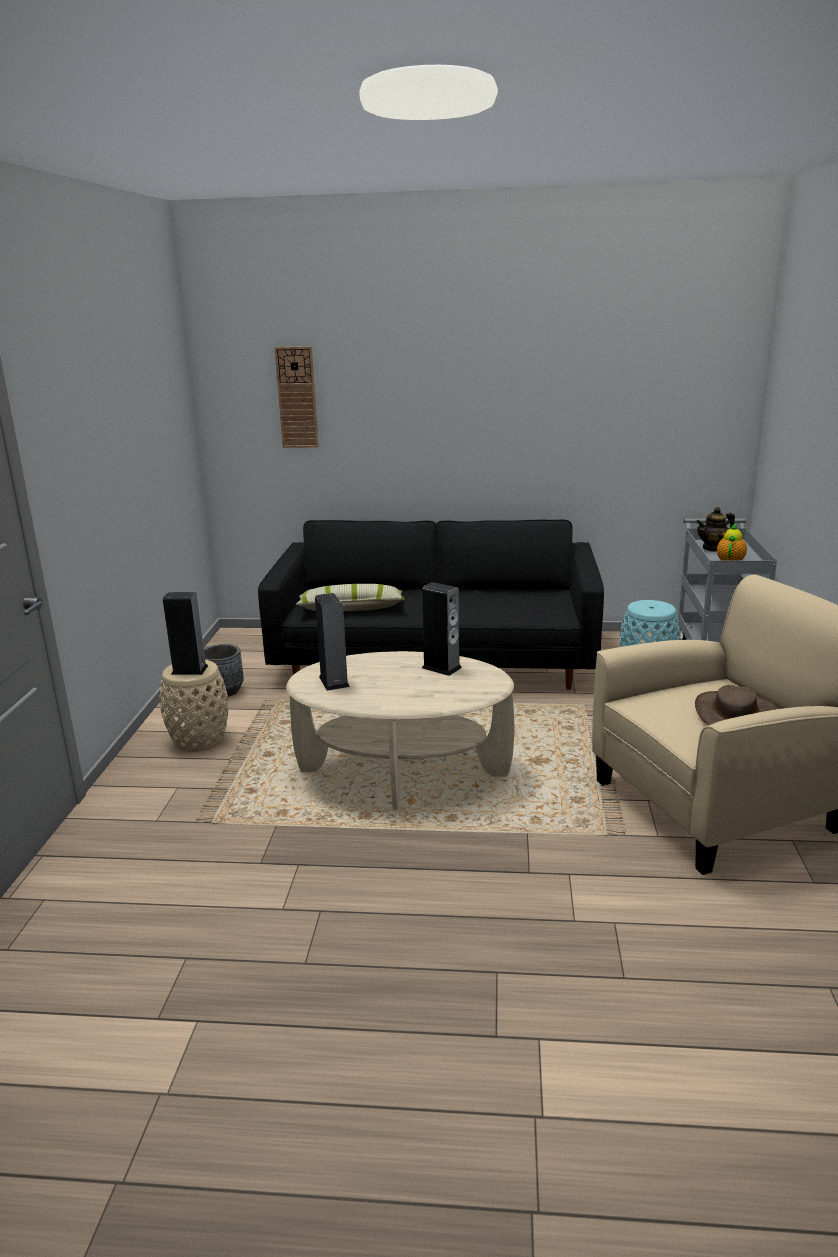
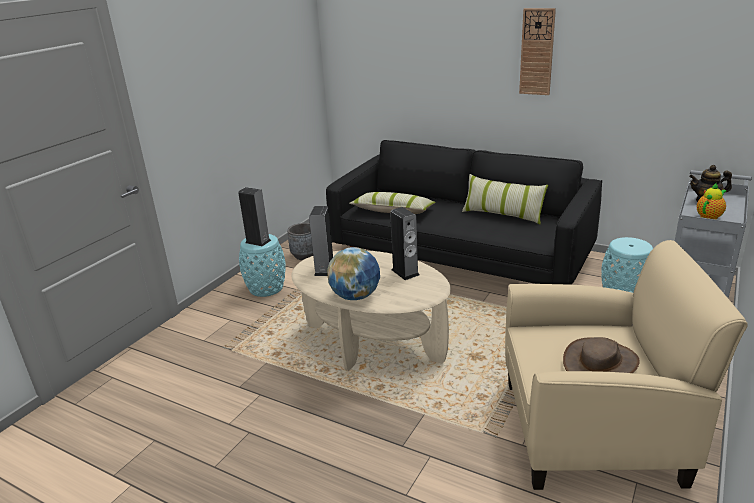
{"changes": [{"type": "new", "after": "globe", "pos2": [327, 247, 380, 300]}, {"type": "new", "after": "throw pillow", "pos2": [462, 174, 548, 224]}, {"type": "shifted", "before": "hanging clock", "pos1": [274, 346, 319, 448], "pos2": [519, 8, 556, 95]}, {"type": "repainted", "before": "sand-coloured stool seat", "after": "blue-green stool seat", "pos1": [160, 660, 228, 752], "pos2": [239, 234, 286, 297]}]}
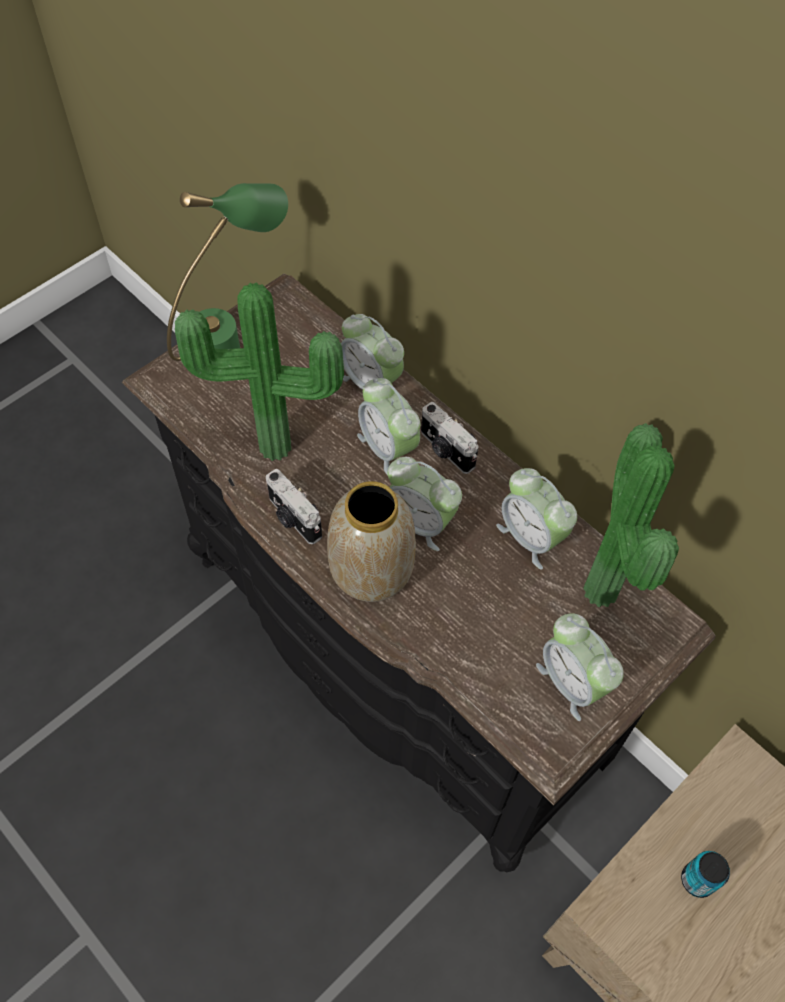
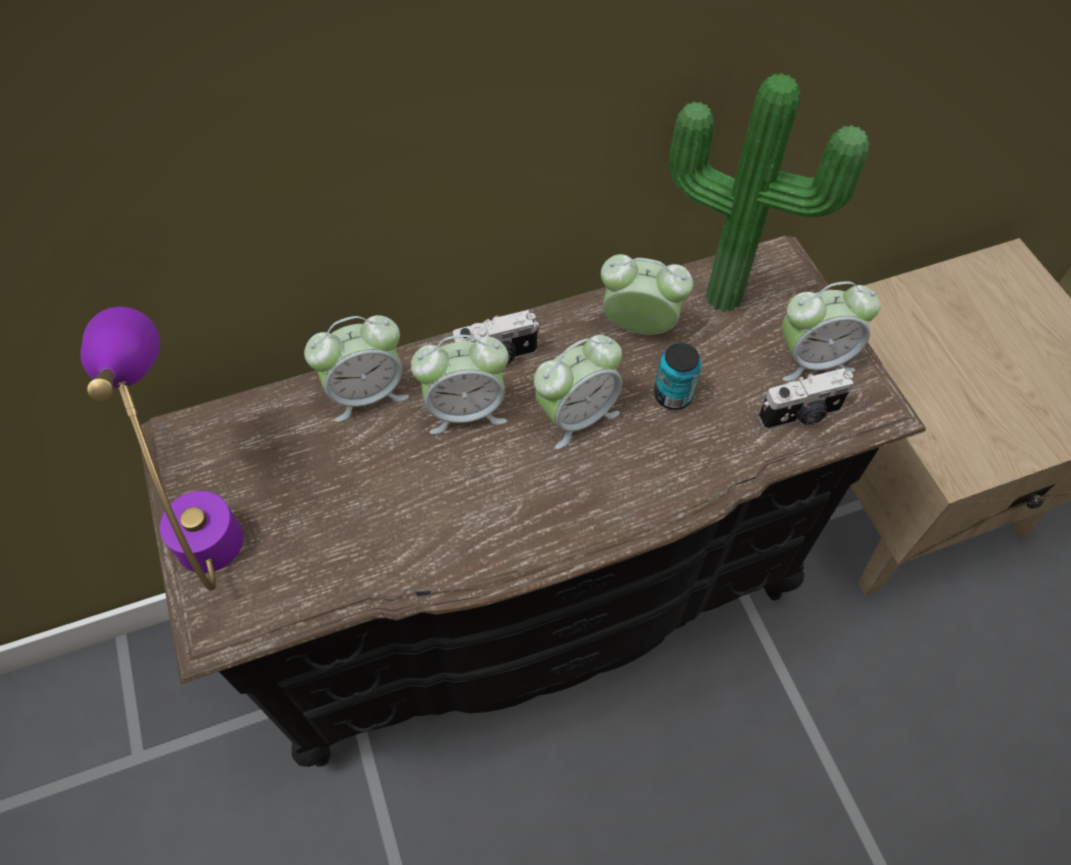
{"changes": [{"type": "gone", "before": "plant in a pot", "pos1": [175, 283, 344, 461]}, {"type": "gone", "before": "decorative vase", "pos1": [327, 481, 416, 602]}, {"type": "shifted", "before": "still camera", "pos1": [266, 469, 322, 544], "pos2": [758, 368, 853, 430]}, {"type": "shifted", "before": "sealed can", "pos1": [681, 851, 730, 898], "pos2": [654, 343, 701, 410]}, {"type": "repainted", "before": "greenish lamp for a table", "after": "purplish lamp for a table", "pos1": [167, 183, 288, 361], "pos2": [81, 307, 243, 591]}, {"type": "rotated", "before": "bedside clock", "pos1": [496, 468, 577, 570], "pos2": [601, 254, 693, 334], "turn": -150}]}
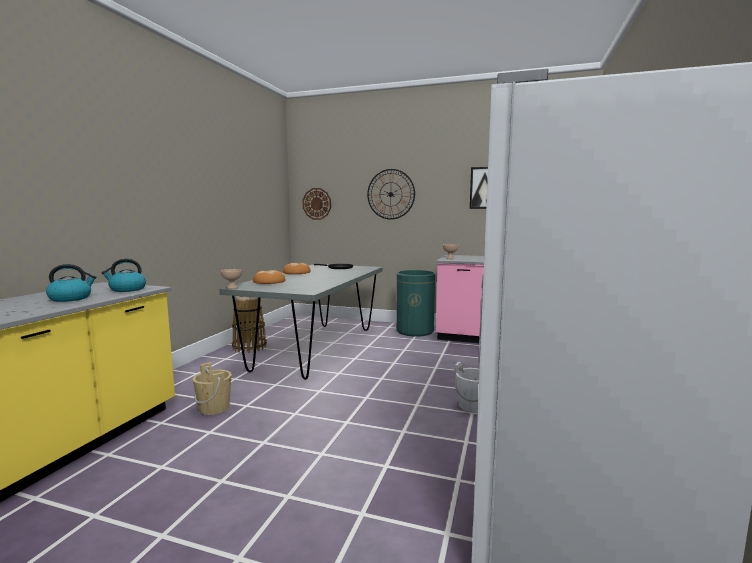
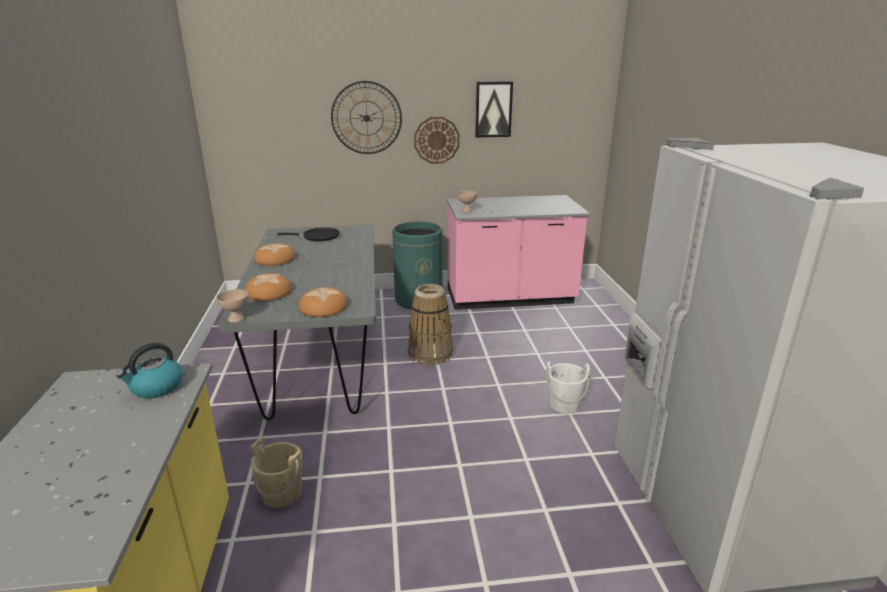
{"changes": [{"type": "gone", "before": "water kettle", "pos1": [46, 264, 96, 302]}, {"type": "new", "after": "baked bread", "pos2": [298, 287, 348, 317]}, {"type": "shifted", "before": "basket", "pos1": [232, 296, 267, 353], "pos2": [408, 284, 453, 366]}, {"type": "shifted", "before": "hanging clock", "pos1": [303, 188, 331, 220], "pos2": [414, 117, 460, 164]}]}
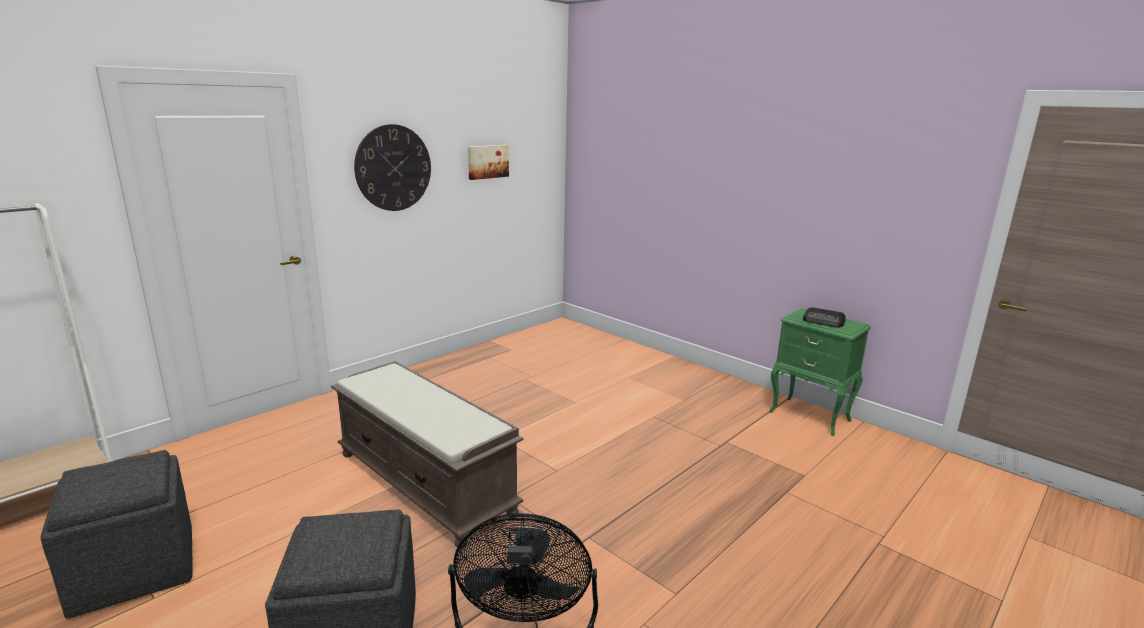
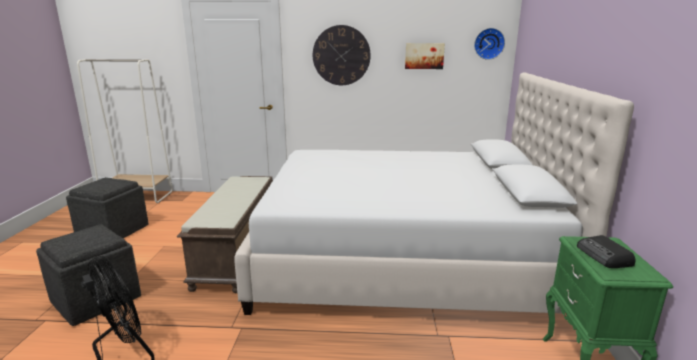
{"changes": [{"type": "new", "after": "white sleeping bed", "pos2": [234, 72, 634, 315]}, {"type": "new", "after": "hanging clock", "pos2": [474, 28, 505, 60]}]}
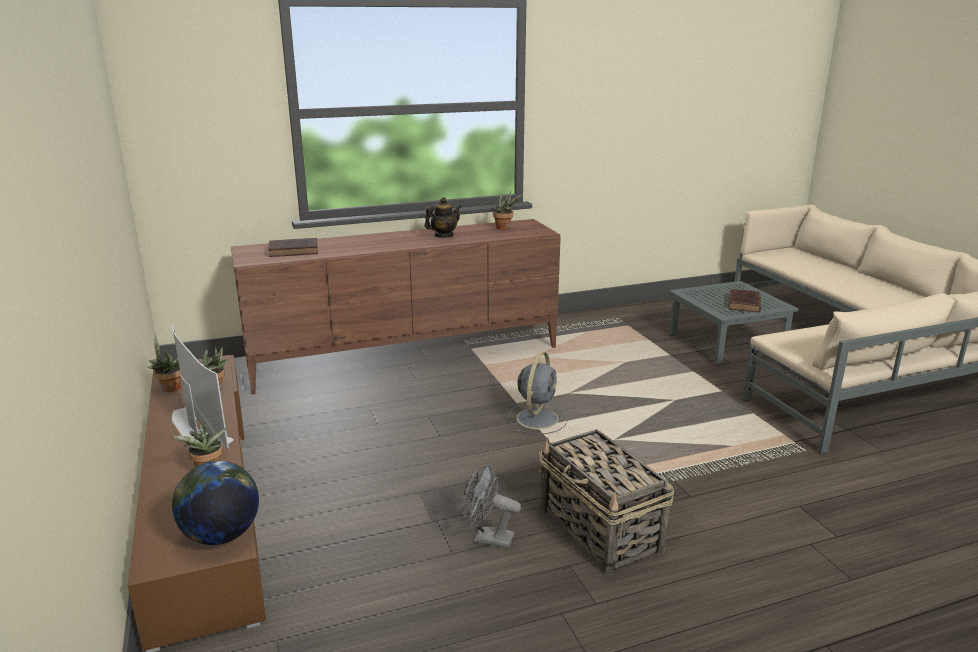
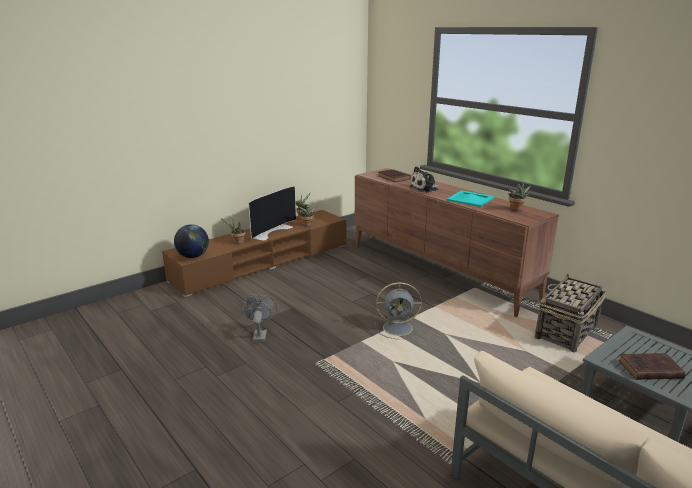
{"changes": [{"type": "new", "after": "plush toy", "pos2": [410, 166, 440, 192]}, {"type": "shifted", "before": "basket", "pos1": [538, 429, 674, 575], "pos2": [535, 273, 606, 352]}, {"type": "swapped", "before": "teapot", "after": "blue-green tray", "pos1": [425, 197, 461, 238], "pos2": [447, 190, 494, 207]}]}
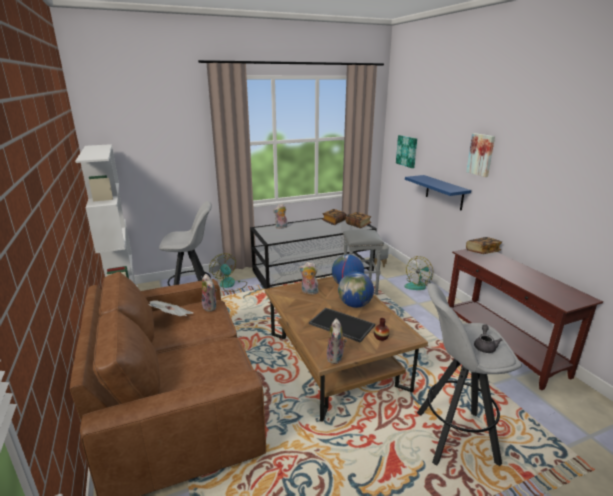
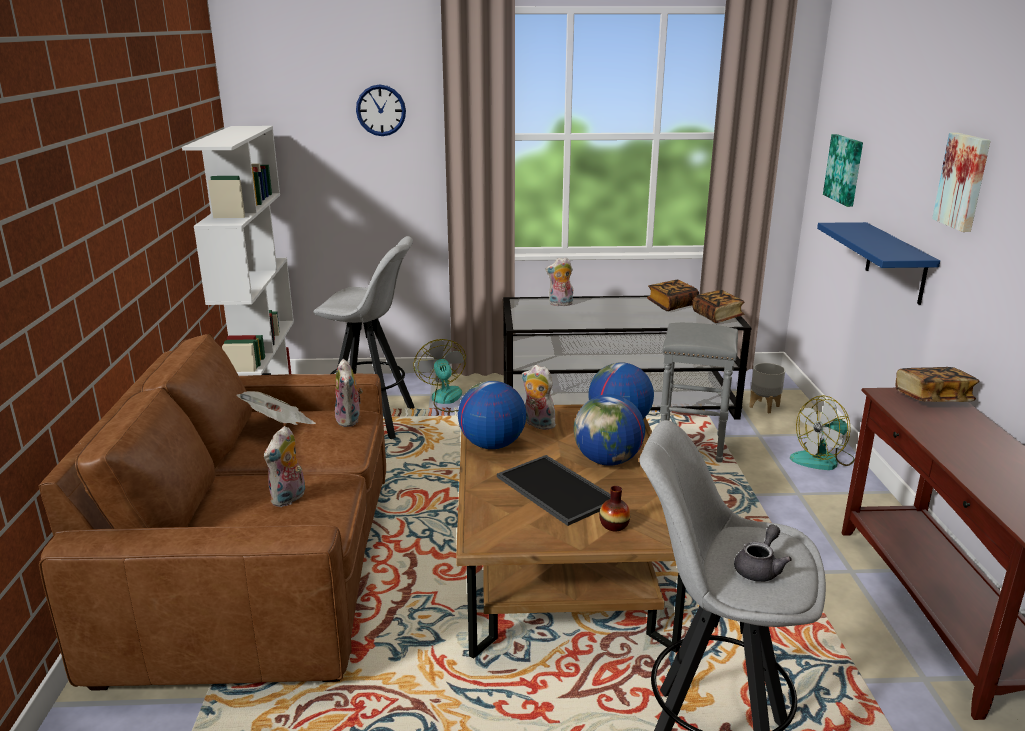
{"changes": [{"type": "new", "after": "hanging clock", "pos2": [356, 84, 406, 136]}, {"type": "new", "after": "globe", "pos2": [458, 381, 526, 449]}, {"type": "shifted", "before": "plush toy", "pos1": [326, 318, 347, 364], "pos2": [264, 426, 305, 507]}]}
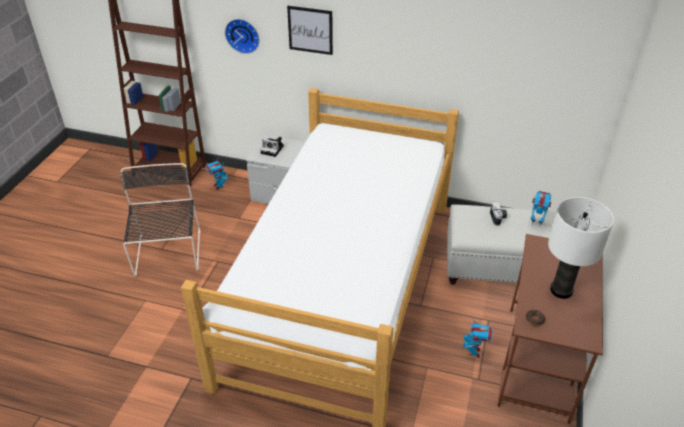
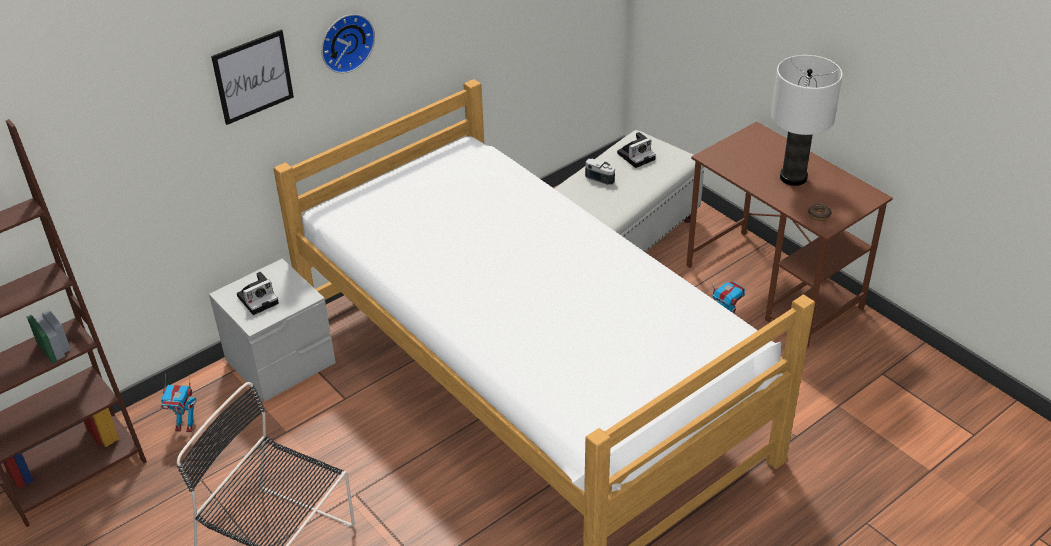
{"changes": [{"type": "shifted", "before": "hanging clock", "pos1": [225, 19, 260, 54], "pos2": [321, 14, 375, 73]}, {"type": "swapped", "before": "model robot", "after": "still camera", "pos1": [531, 191, 551, 228], "pos2": [617, 132, 656, 168]}]}
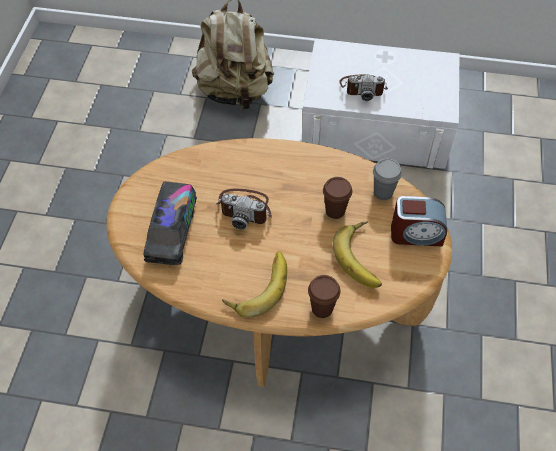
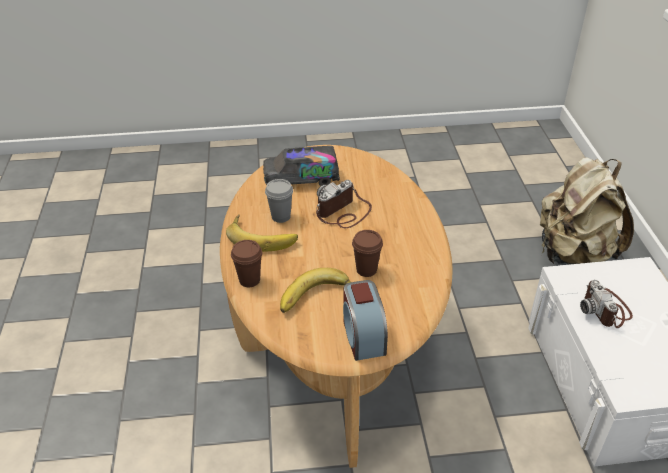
{"changes": [{"type": "shifted", "before": "grey small cup", "pos1": [373, 158, 402, 200], "pos2": [265, 179, 293, 223]}, {"type": "rotated", "before": "still camera", "pos1": [216, 189, 272, 229], "pos2": [316, 180, 372, 228], "turn": 45}]}
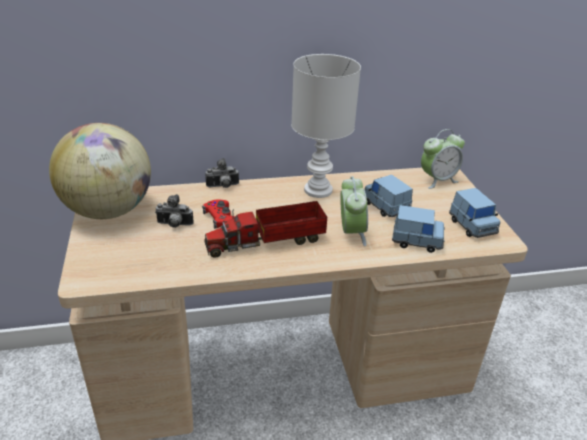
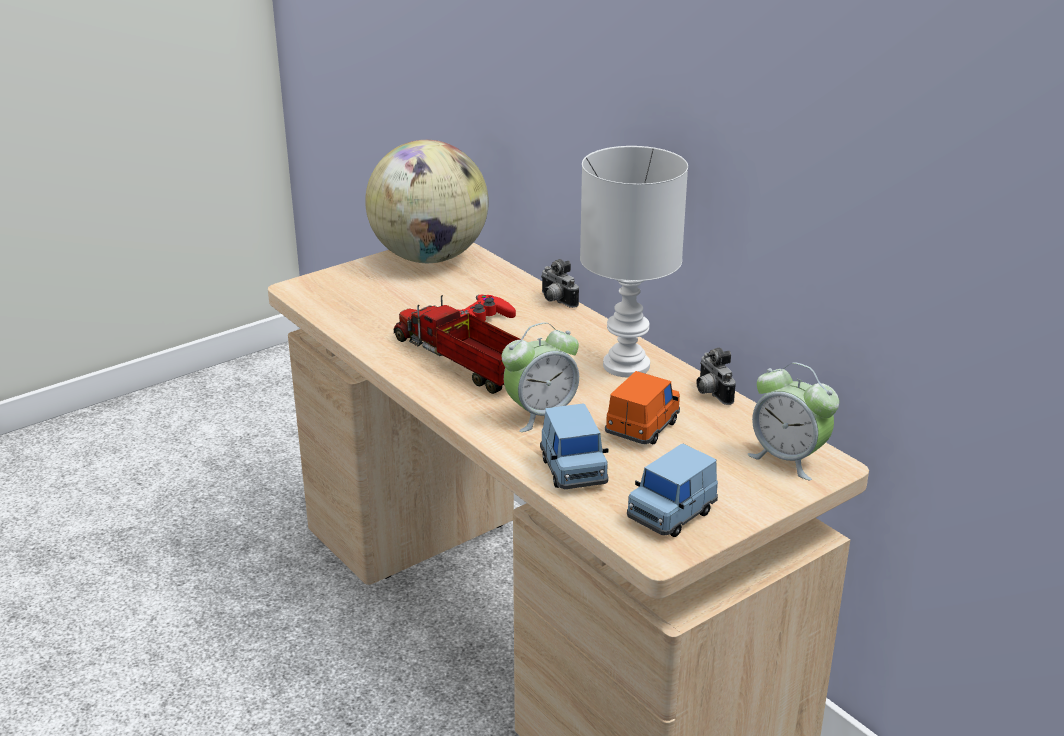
{"changes": [{"type": "shifted", "before": "still camera", "pos1": [155, 194, 194, 228], "pos2": [696, 348, 736, 405]}, {"type": "repainted", "before": "bluish miniature car", "after": "orange-coloured miniature car", "pos1": [365, 174, 413, 217], "pos2": [605, 371, 680, 444]}]}
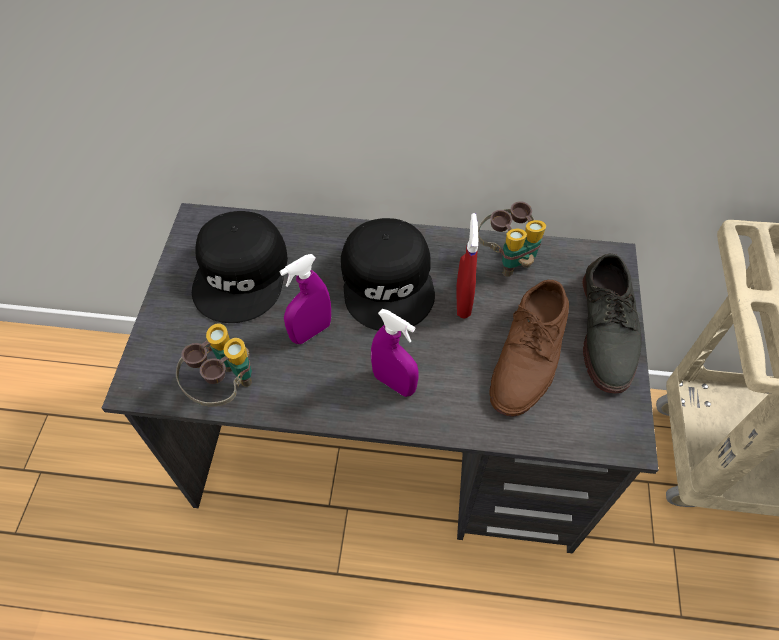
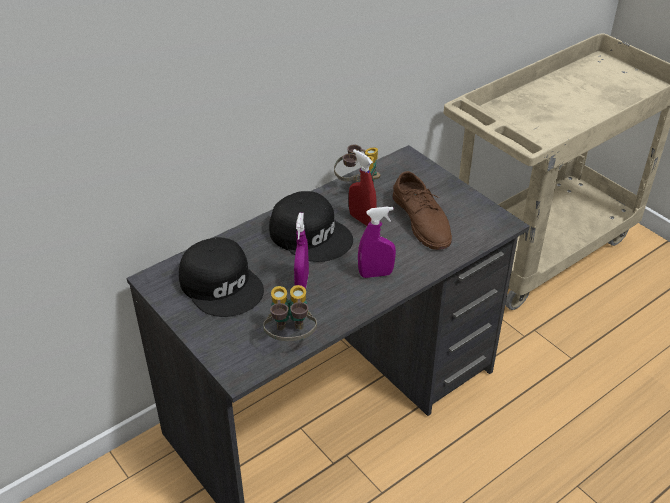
{"changes": [{"type": "gone", "before": "grey low shoe", "pos1": [582, 254, 642, 393]}]}
